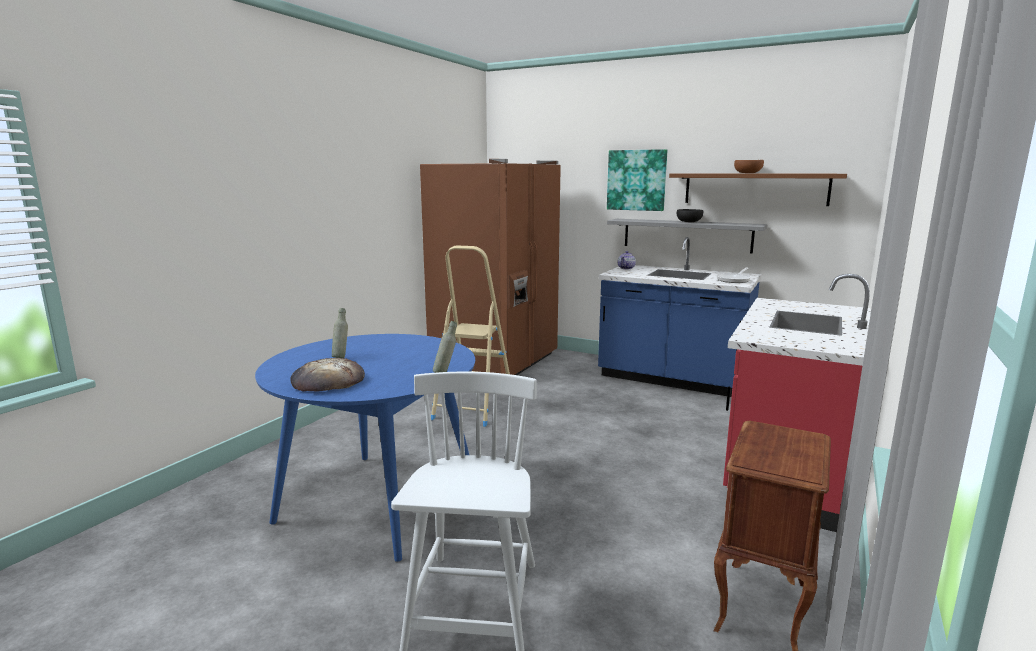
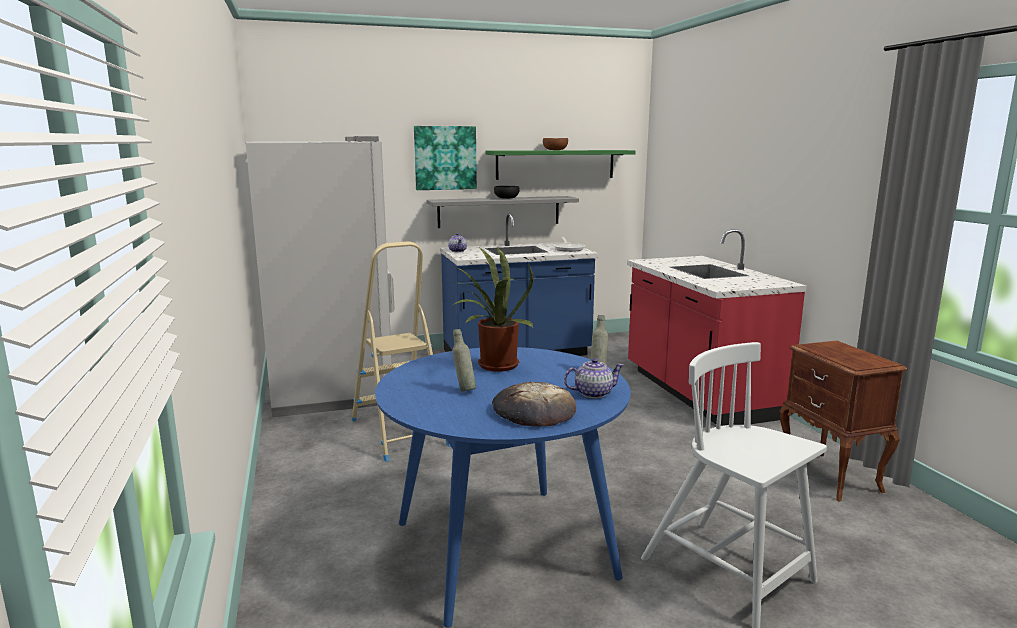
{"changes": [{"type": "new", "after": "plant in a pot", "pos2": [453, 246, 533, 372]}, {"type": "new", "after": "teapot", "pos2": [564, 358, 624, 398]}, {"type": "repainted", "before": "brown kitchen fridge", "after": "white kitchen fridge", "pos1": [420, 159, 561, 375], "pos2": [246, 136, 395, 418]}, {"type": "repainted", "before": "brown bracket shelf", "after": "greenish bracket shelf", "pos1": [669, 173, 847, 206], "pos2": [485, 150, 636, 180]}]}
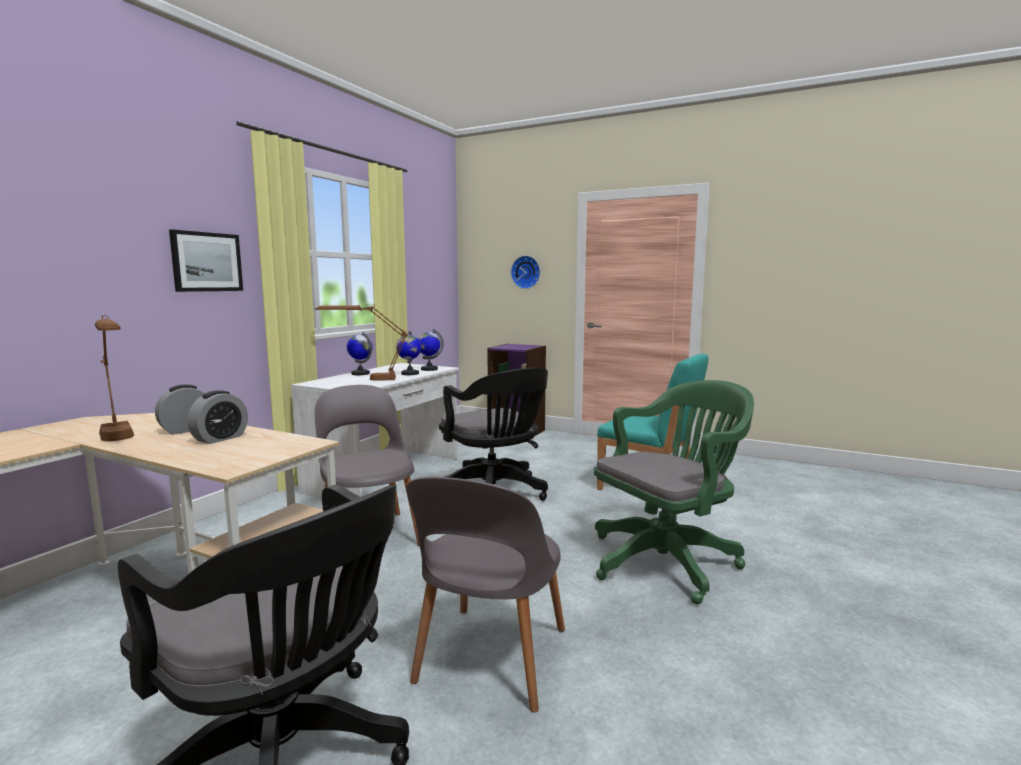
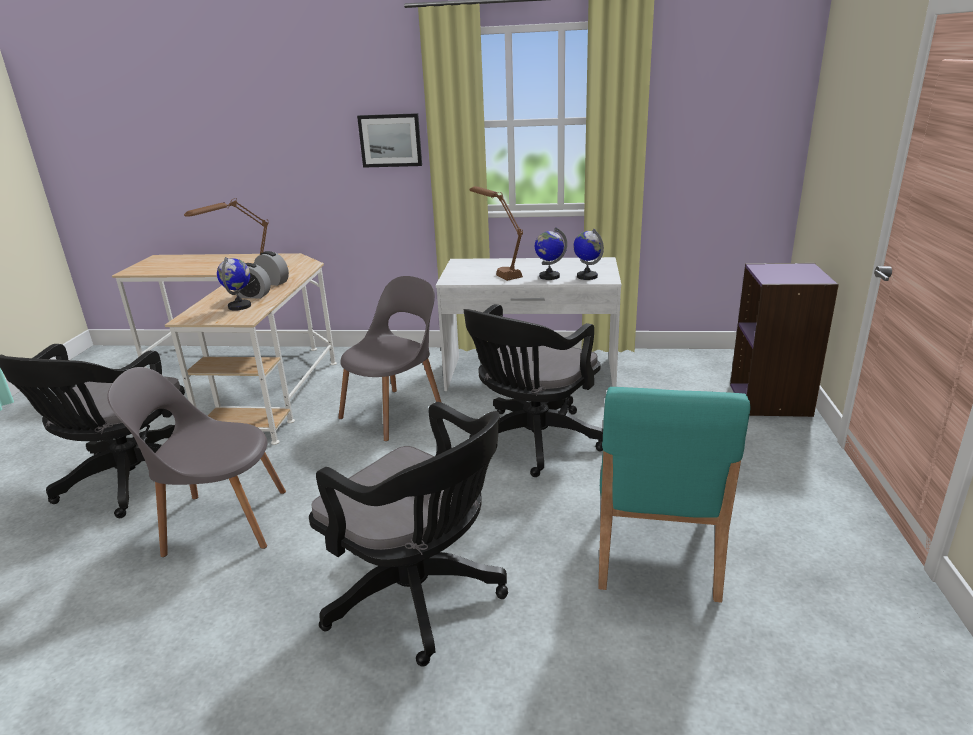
{"changes": [{"type": "gone", "before": "hanging clock", "pos1": [511, 256, 540, 289]}, {"type": "shifted", "before": "globe", "pos1": [347, 332, 373, 375], "pos2": [217, 257, 251, 311]}, {"type": "repainted", "before": "greenish office chair", "after": "black office chair", "pos1": [594, 380, 754, 604], "pos2": [309, 402, 508, 667]}]}
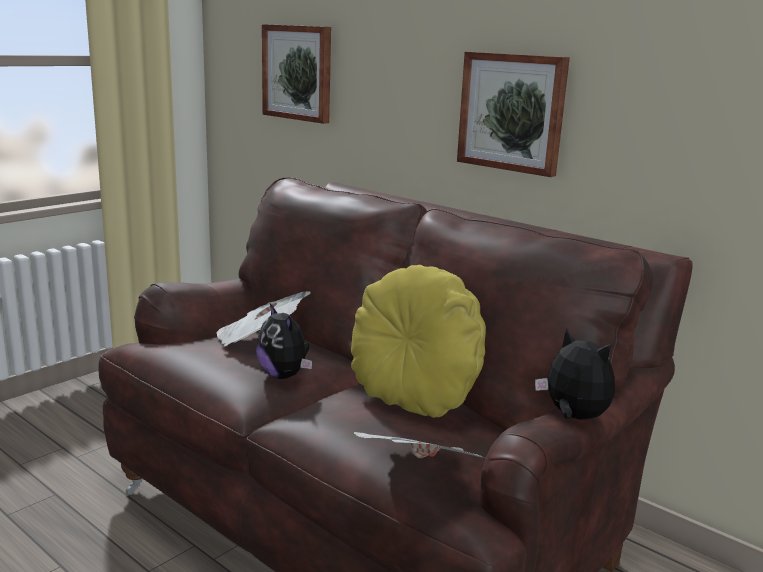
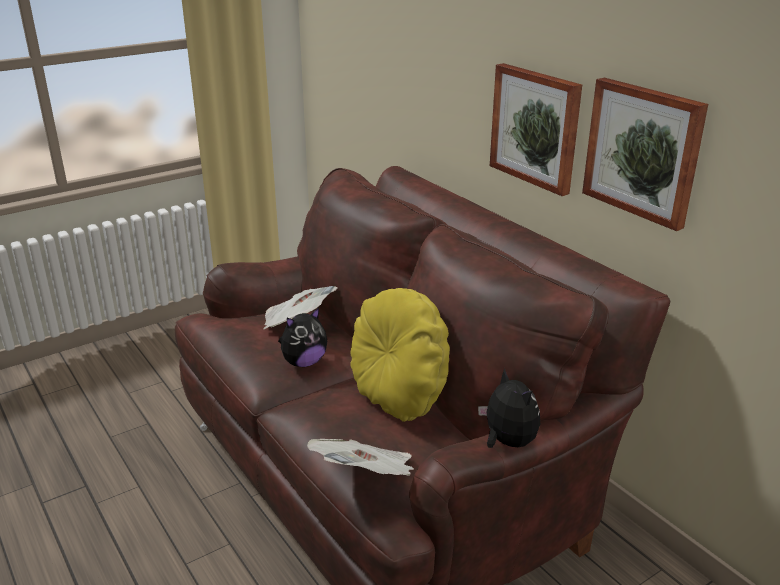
{"changes": [{"type": "shifted", "before": "wall picture", "pos1": [262, 24, 331, 124], "pos2": [582, 78, 708, 231]}, {"type": "rotated", "before": "plush toy", "pos1": [256, 303, 312, 379], "pos2": [278, 307, 327, 367], "turn": -105}]}
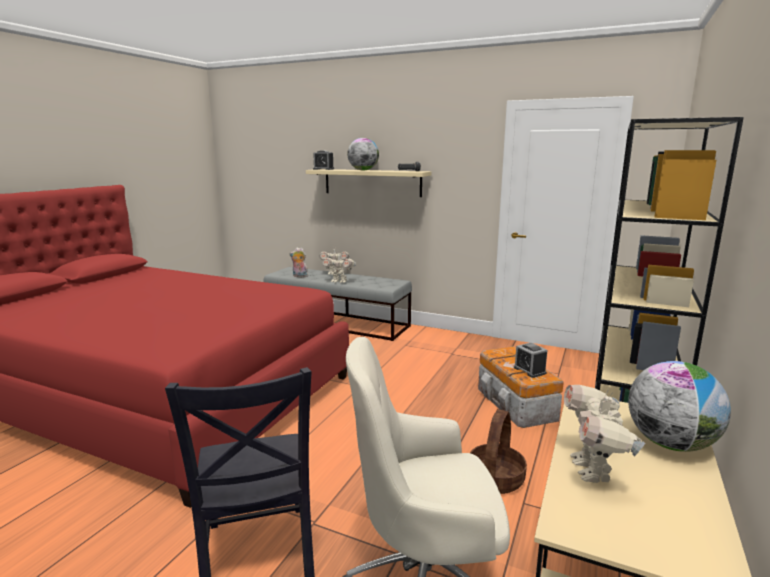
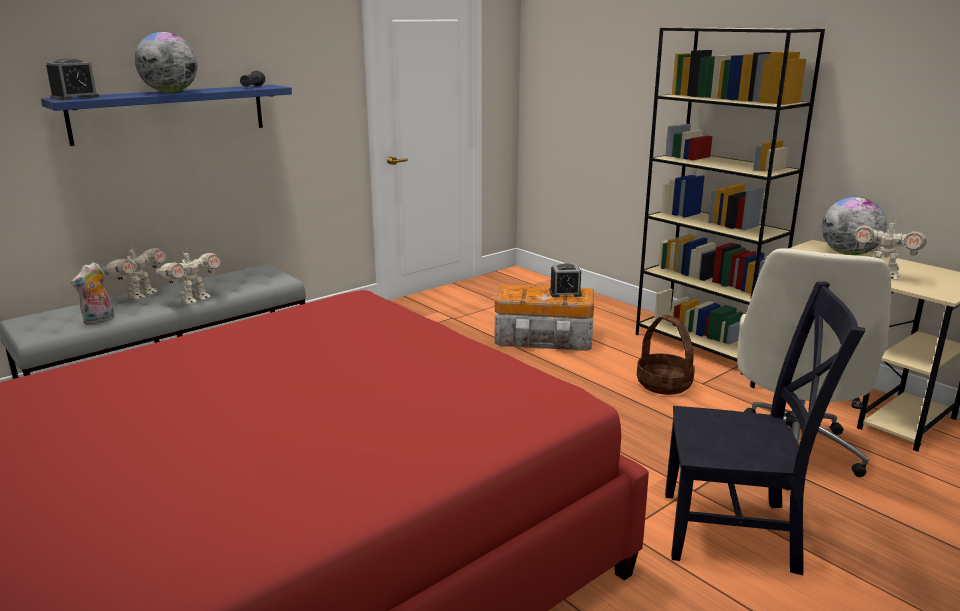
{"changes": [{"type": "repainted", "before": "sand-coloured bracket shelf", "after": "bluish bracket shelf", "pos1": [306, 169, 431, 197], "pos2": [41, 85, 292, 146]}]}
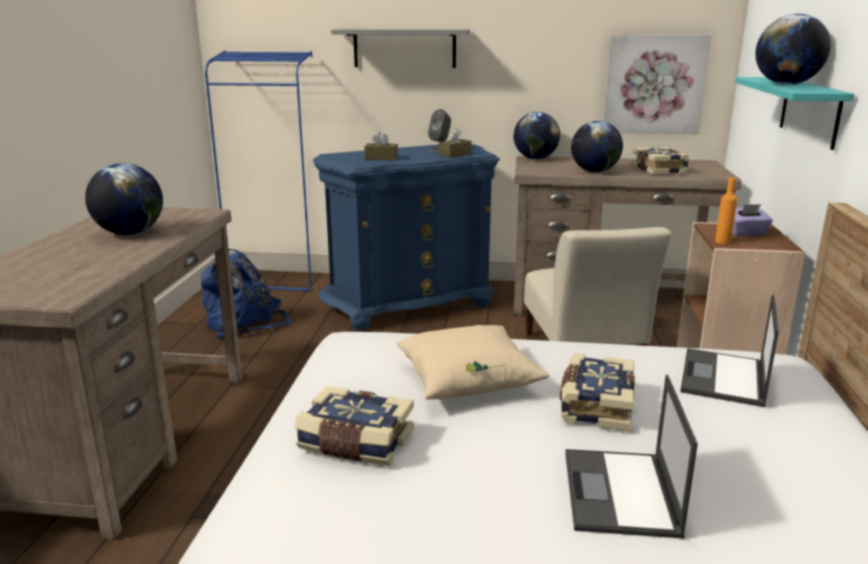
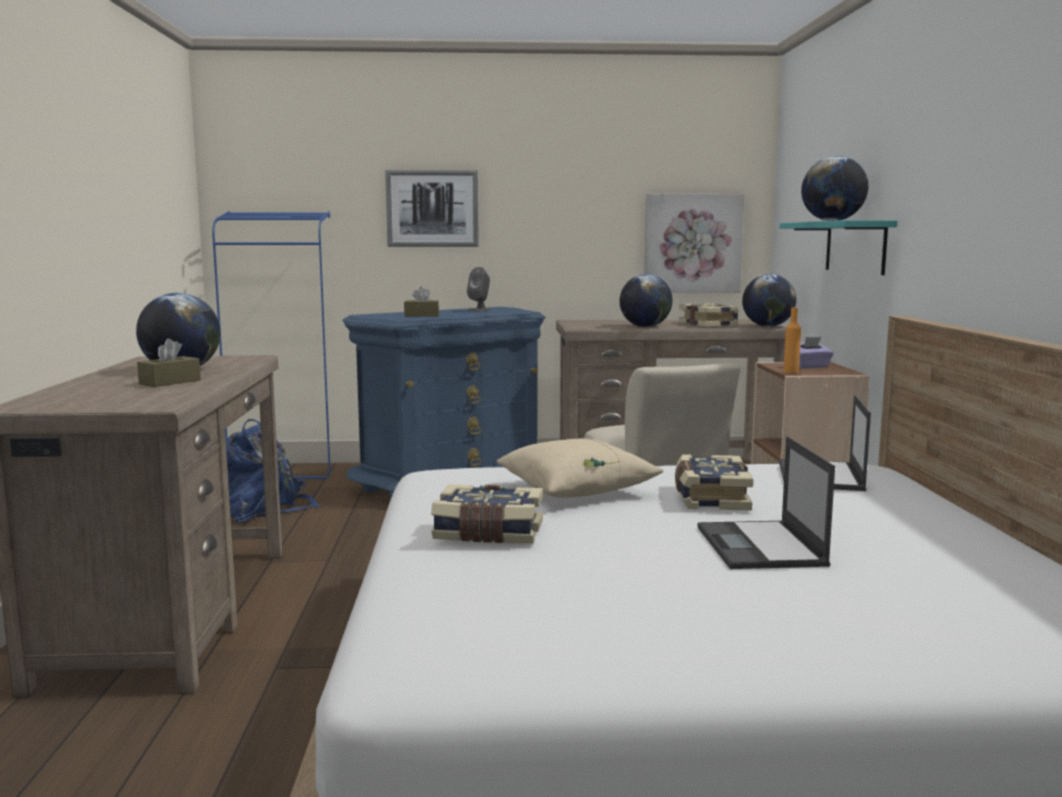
{"changes": [{"type": "shifted", "before": "brown tissue box", "pos1": [439, 129, 471, 158], "pos2": [137, 338, 201, 387]}, {"type": "shifted", "before": "globe", "pos1": [514, 112, 560, 159], "pos2": [742, 274, 797, 327]}, {"type": "swapped", "before": "grey bracket shelf", "after": "wall picture", "pos1": [331, 29, 470, 68], "pos2": [385, 170, 479, 247]}]}
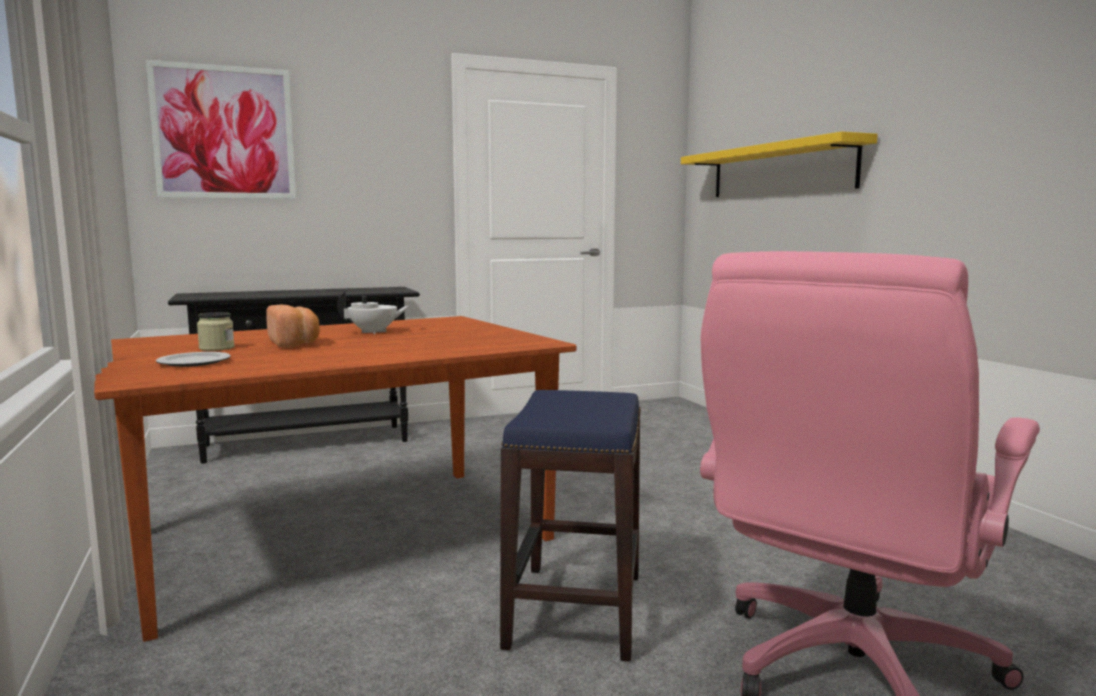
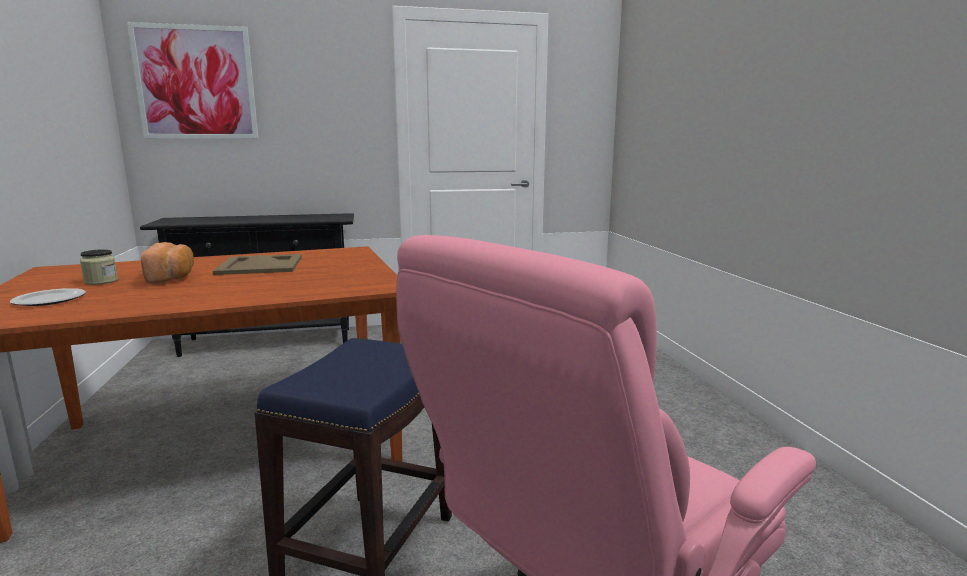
{"changes": [{"type": "gone", "before": "yellowish bracket shelf", "pos1": [681, 131, 878, 197]}, {"type": "swapped", "before": "white teapot", "after": "sand-coloured tray", "pos1": [337, 291, 410, 334], "pos2": [213, 254, 302, 275]}]}
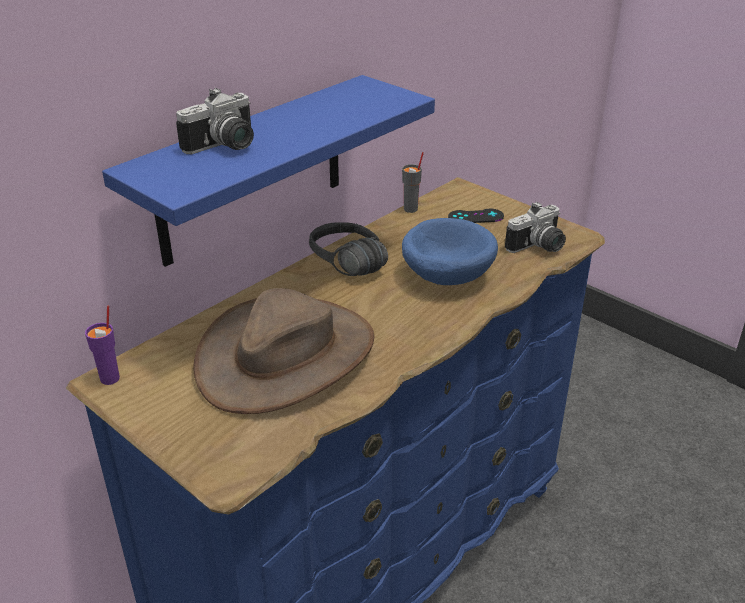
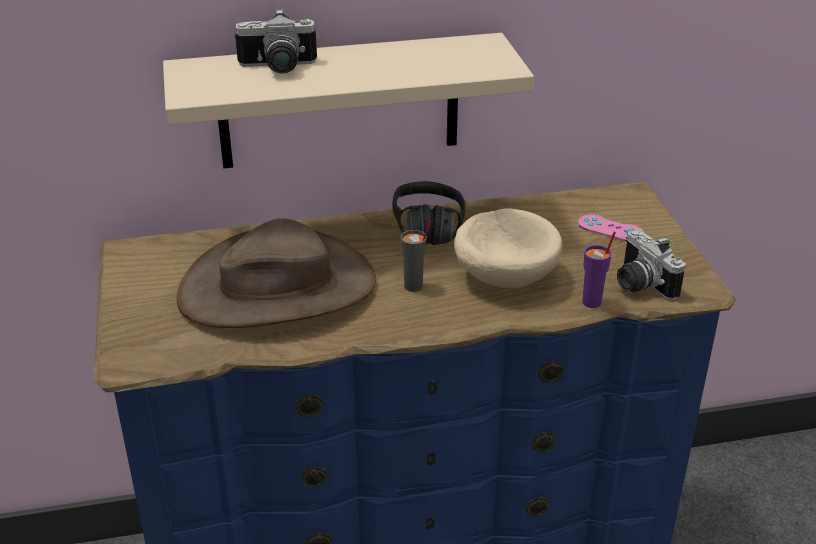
{"changes": [{"type": "shifted", "before": "purplish small cup", "pos1": [85, 306, 120, 385], "pos2": [582, 232, 616, 308]}, {"type": "shifted", "before": "grey small cup", "pos1": [402, 152, 424, 213], "pos2": [401, 221, 431, 292]}, {"type": "repainted", "before": "bluish bracket shelf", "after": "sand-coloured bracket shelf", "pos1": [102, 75, 435, 267], "pos2": [163, 33, 534, 169]}, {"type": "repainted", "before": "bluish serving bowl", "after": "sand-coloured serving bowl", "pos1": [402, 218, 498, 285], "pos2": [454, 208, 562, 288]}, {"type": "repainted", "before": "black gamepad", "after": "pink-coloured gamepad", "pos1": [448, 209, 504, 223], "pos2": [578, 214, 644, 241]}, {"type": "rotated", "before": "still camera", "pos1": [505, 202, 566, 253], "pos2": [617, 229, 686, 300], "turn": 60}]}
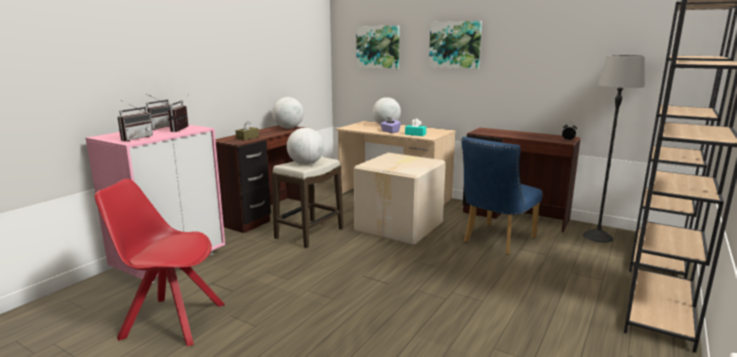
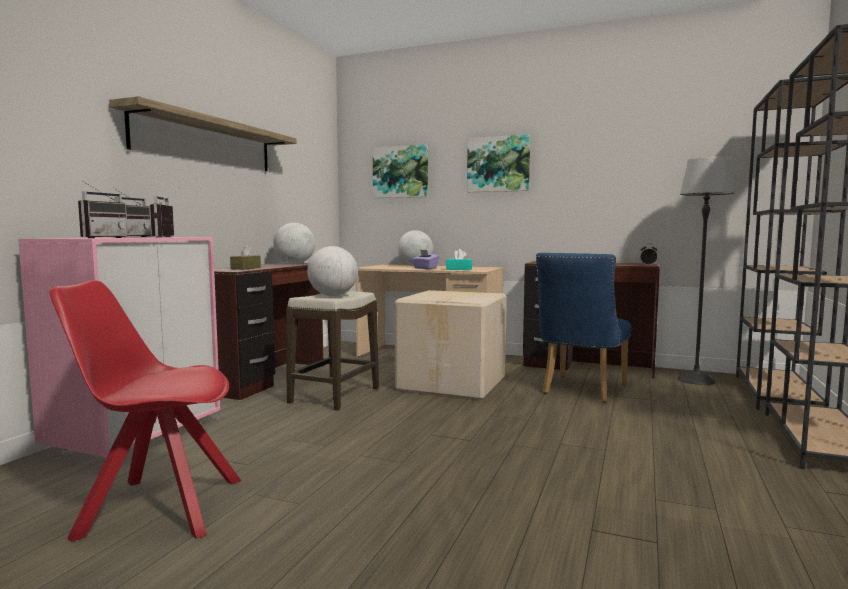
{"changes": [{"type": "new", "after": "bracket shelf", "pos2": [109, 96, 297, 171]}]}
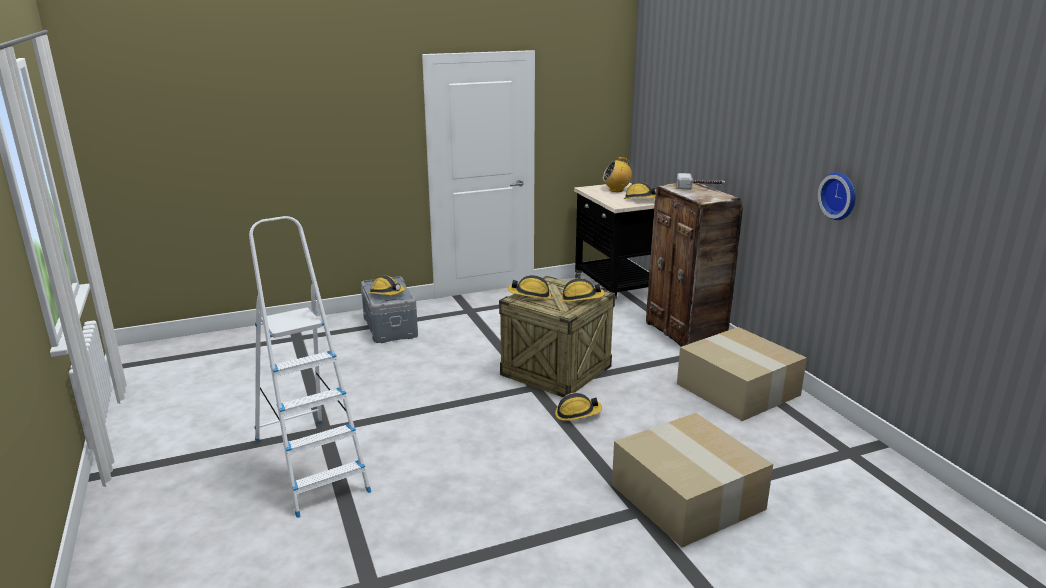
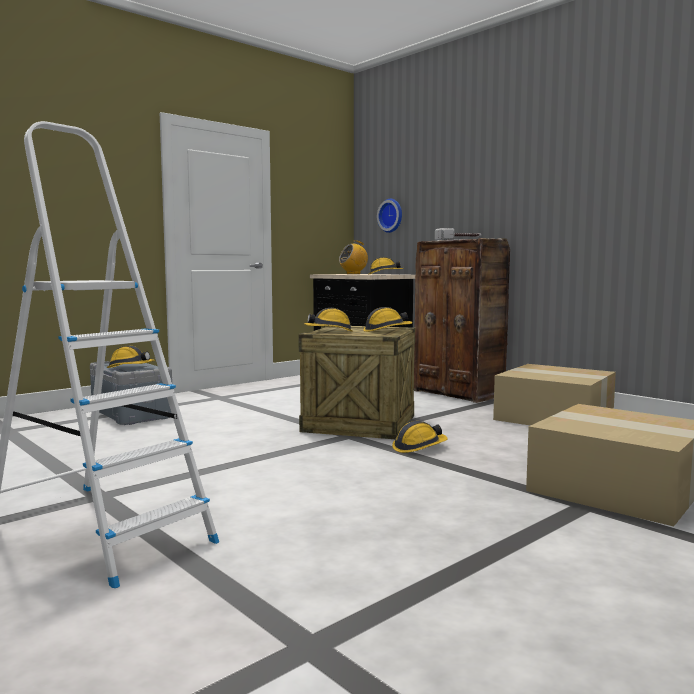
{"changes": [{"type": "shifted", "before": "hanging clock", "pos1": [818, 172, 856, 220], "pos2": [377, 199, 402, 233]}]}
